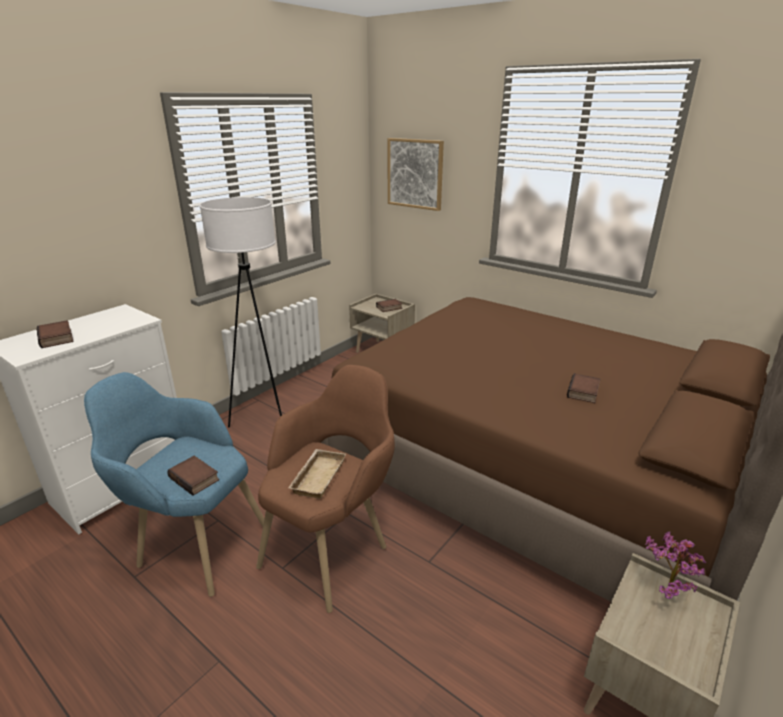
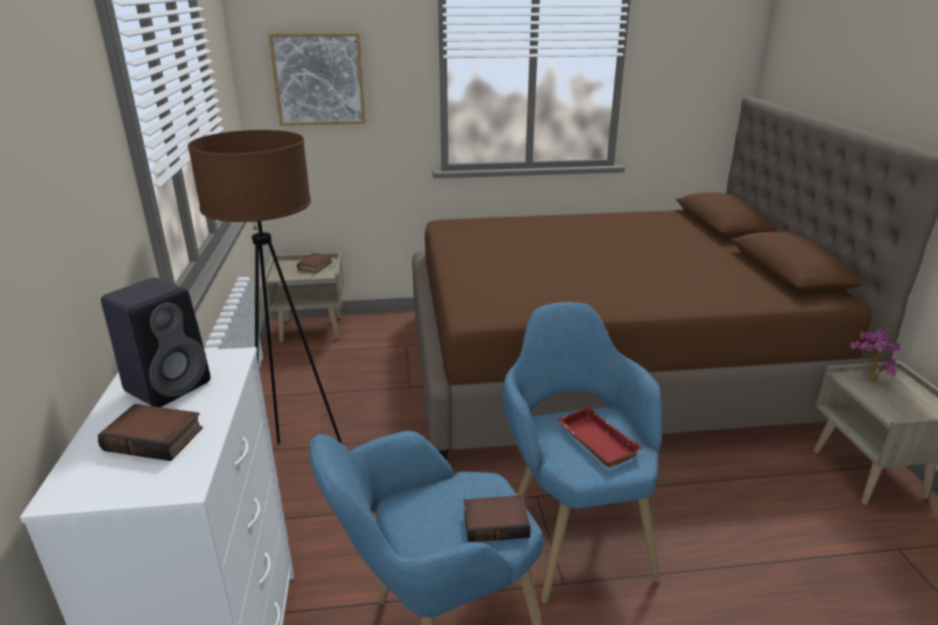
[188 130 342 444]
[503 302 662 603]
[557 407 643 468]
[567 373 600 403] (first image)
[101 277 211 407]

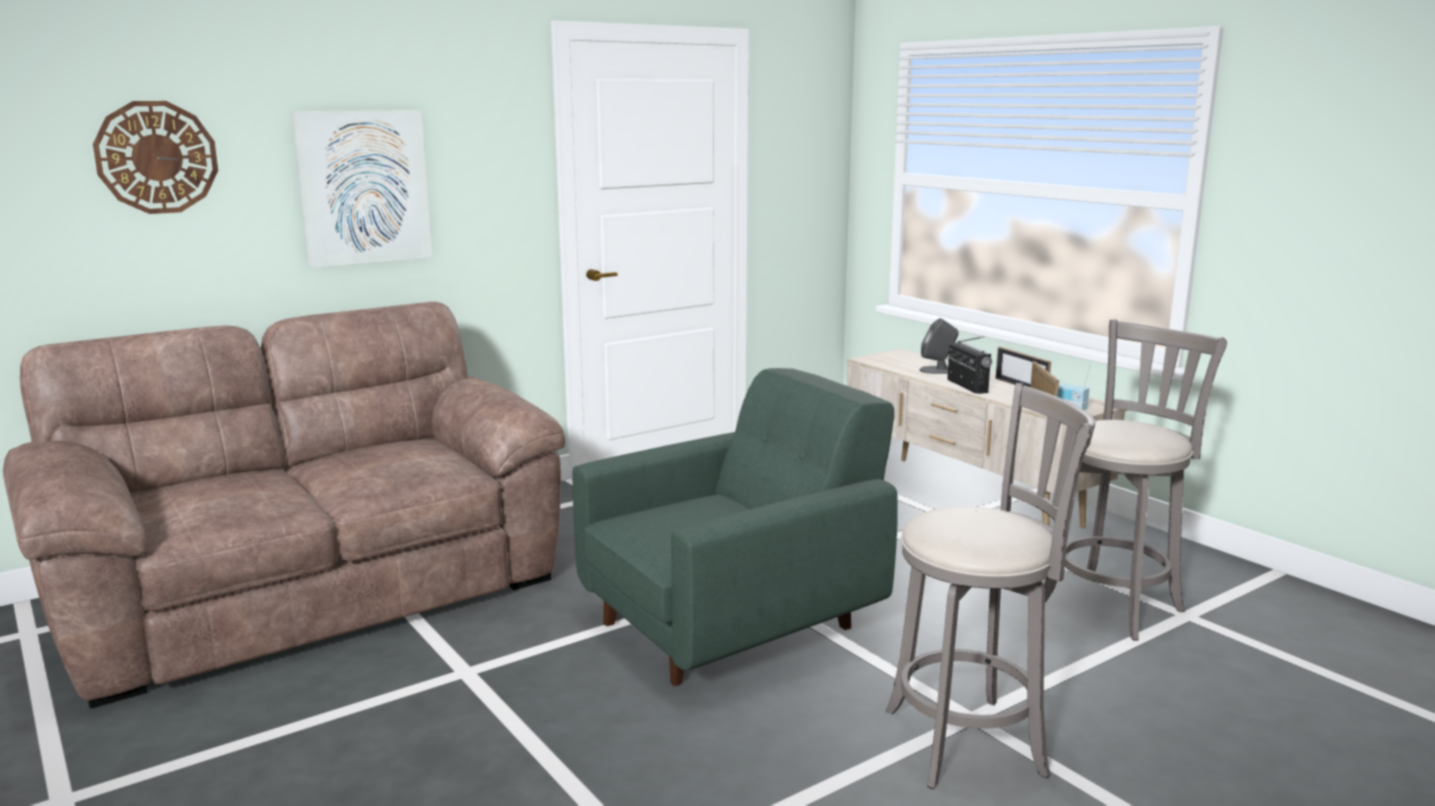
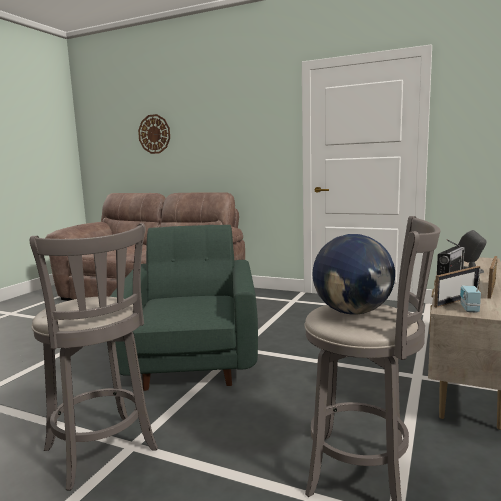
[292 110 432 268] (first image)
[110 225 258 391]
[312 234 395 315]

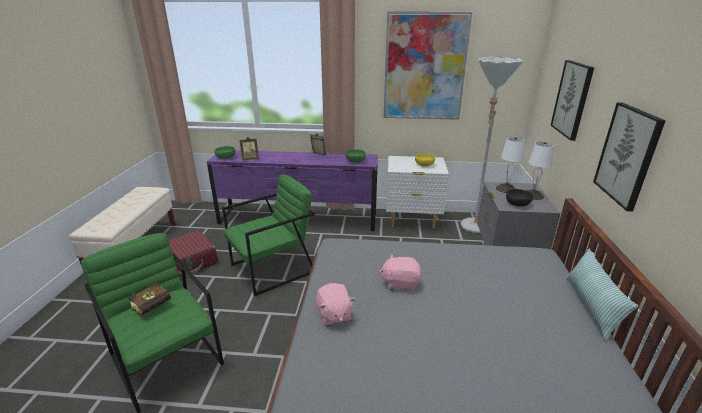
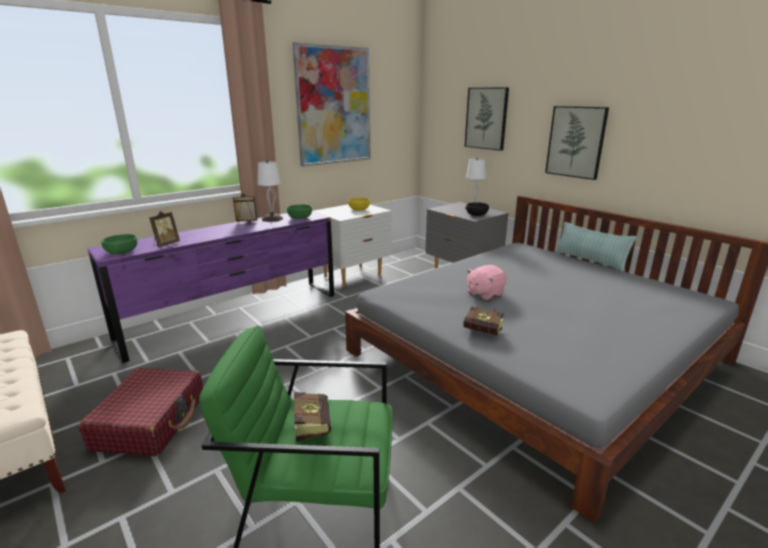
[222 175 315 296] (first image)
[463 305 510 336]
[460 57 523 233] (first image)
[258 160 283 222]

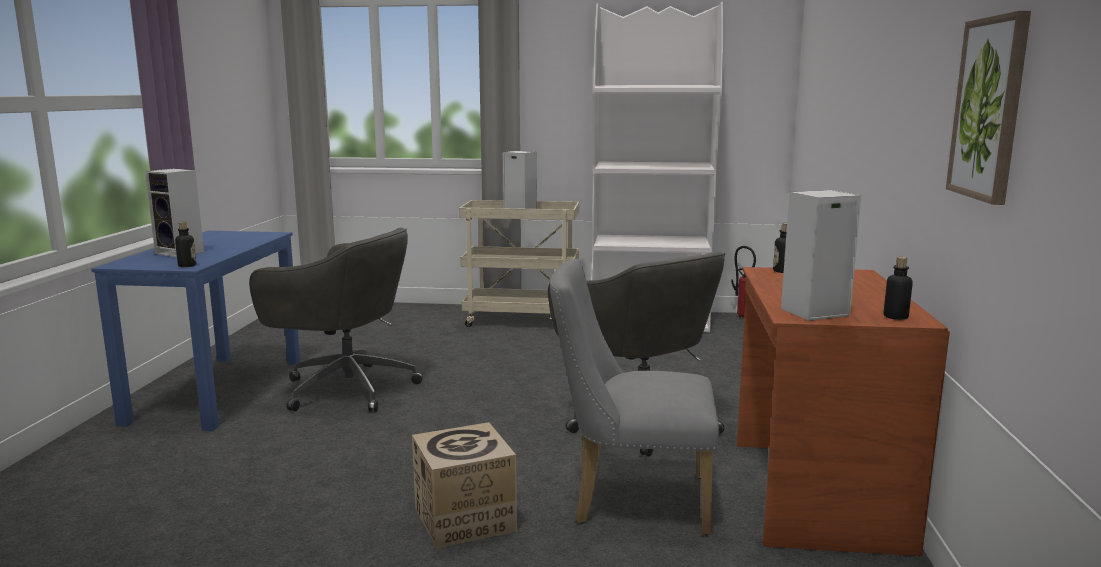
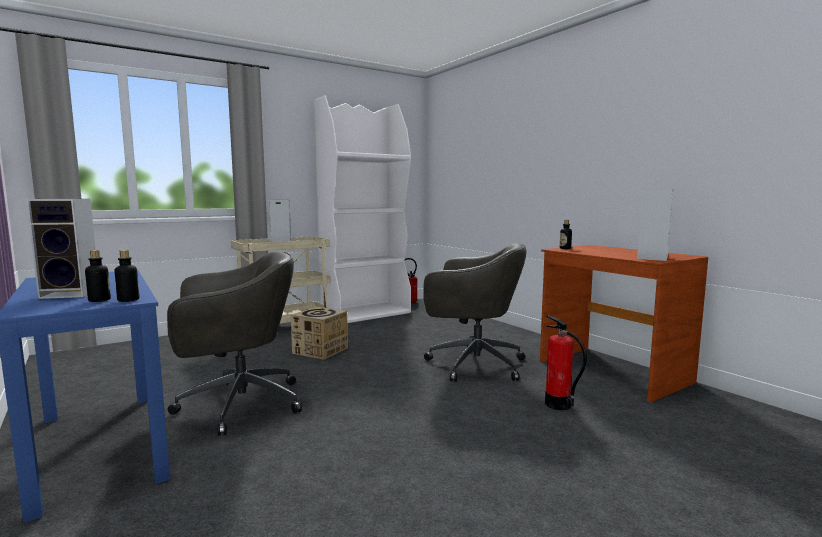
[291 307 348 360]
[545 315 587 410]
[85 250 111 302]
[946 11 1031 205] (first image)

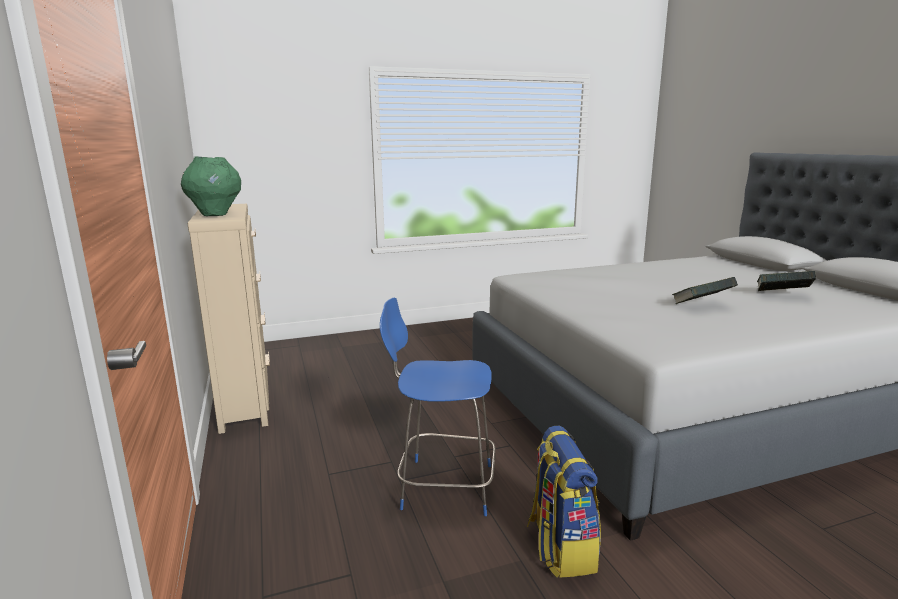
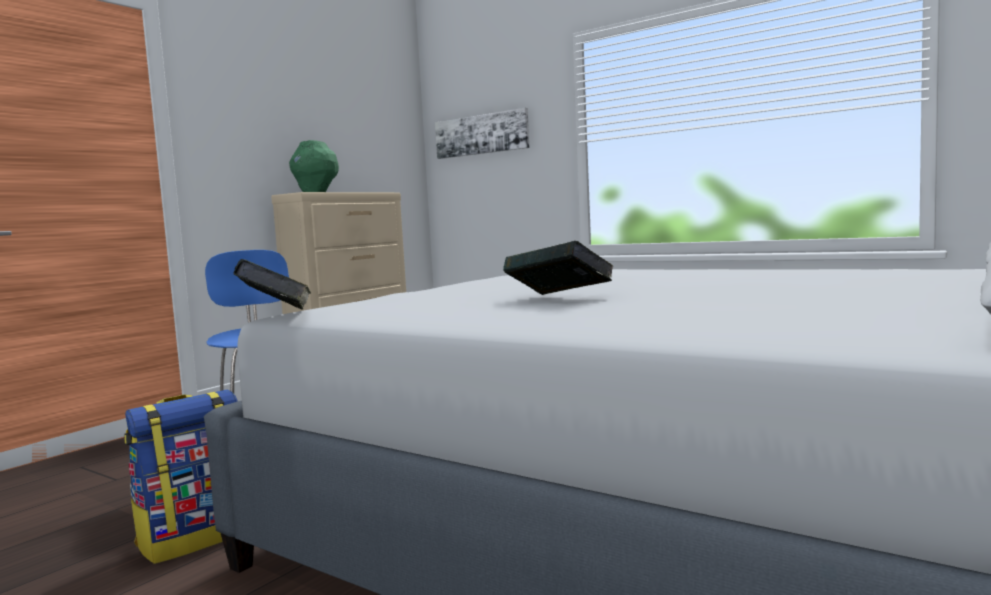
[233 259 311 310]
[435 108 529 159]

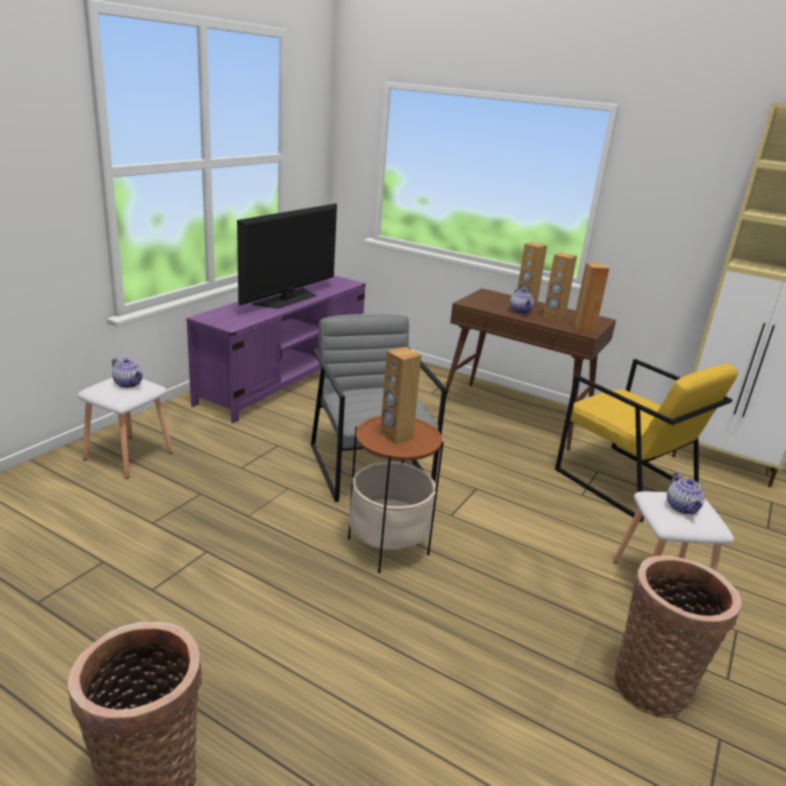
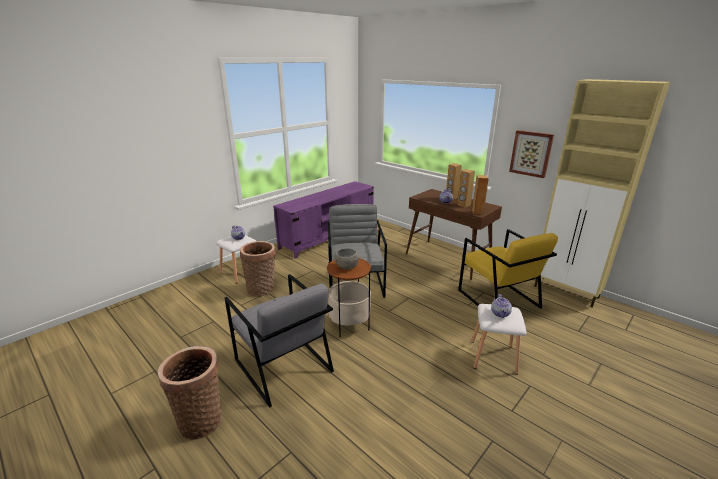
[237 204 337 309] (first image)
[335 248 359 270]
[240 241 276 296]
[224 274 334 408]
[509 130 554 178]

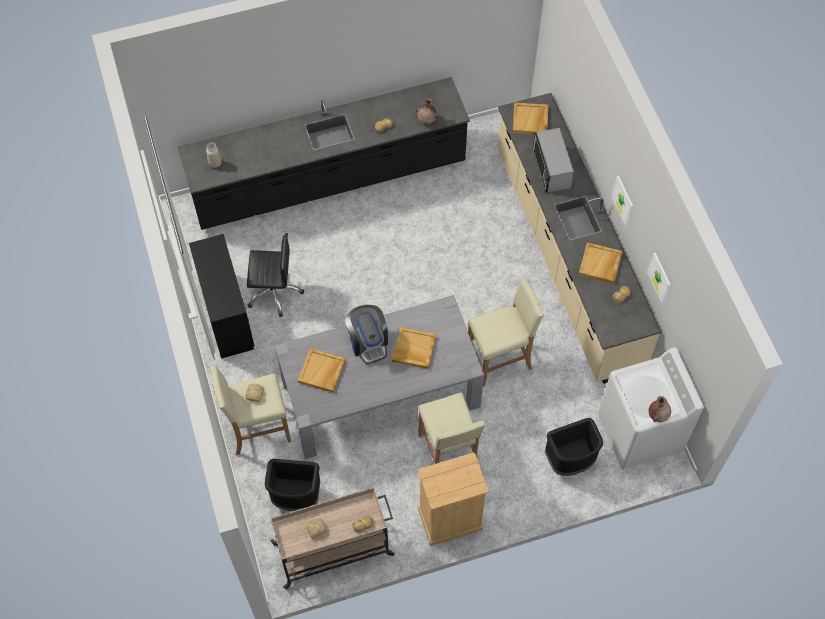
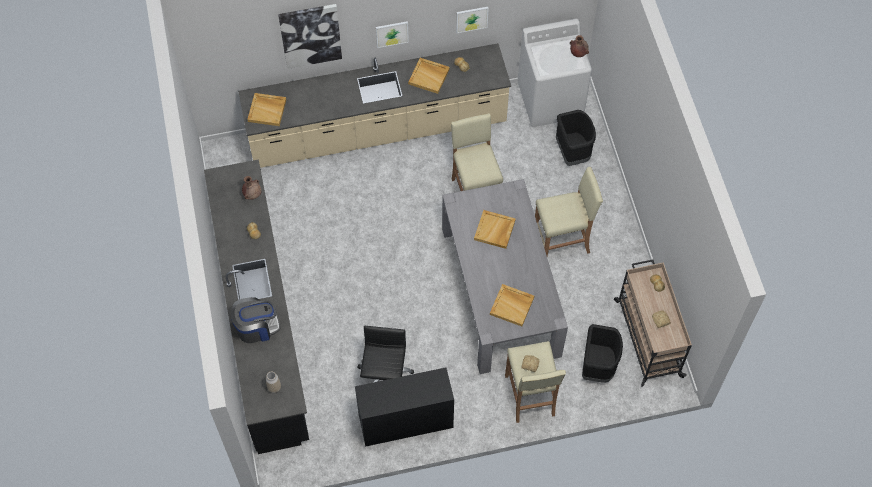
[231 297 280 343]
[418 452 489 546] (first image)
[532 128 574 192] (first image)
[278 4 342 69]

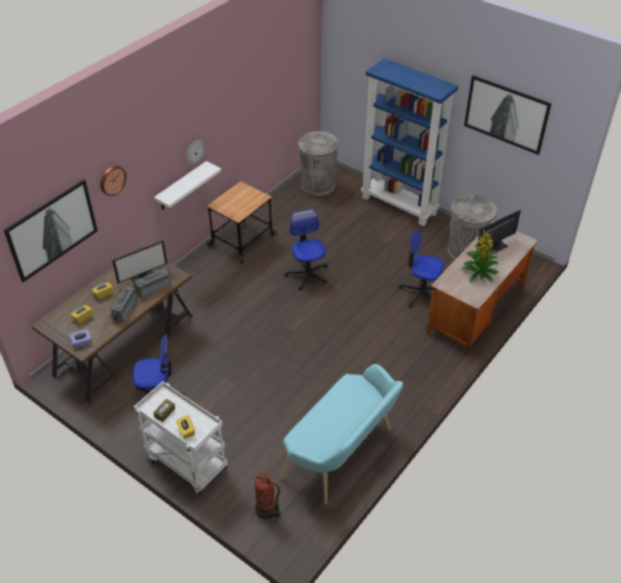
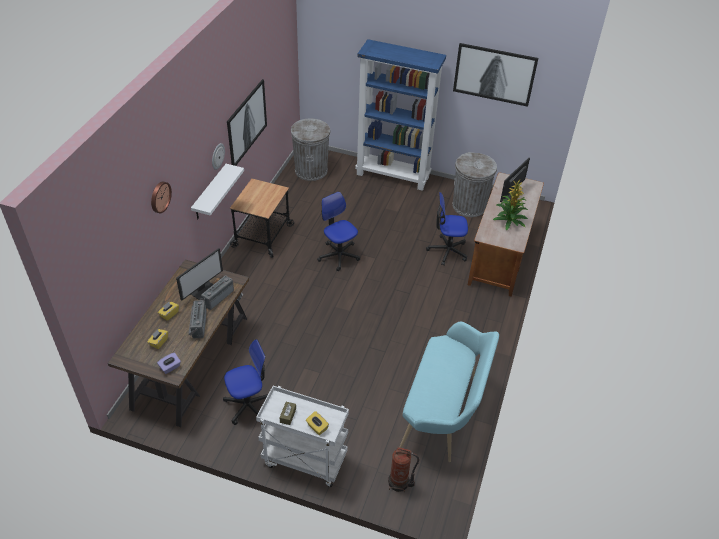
[227 79 267 166]

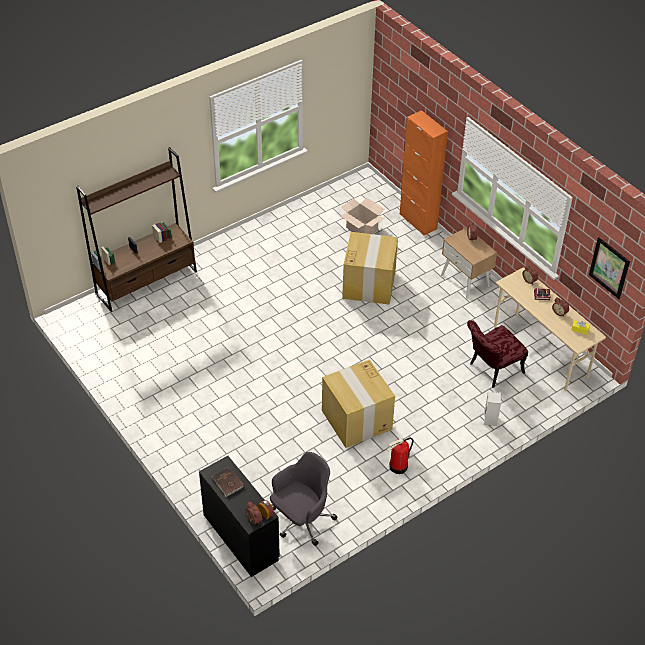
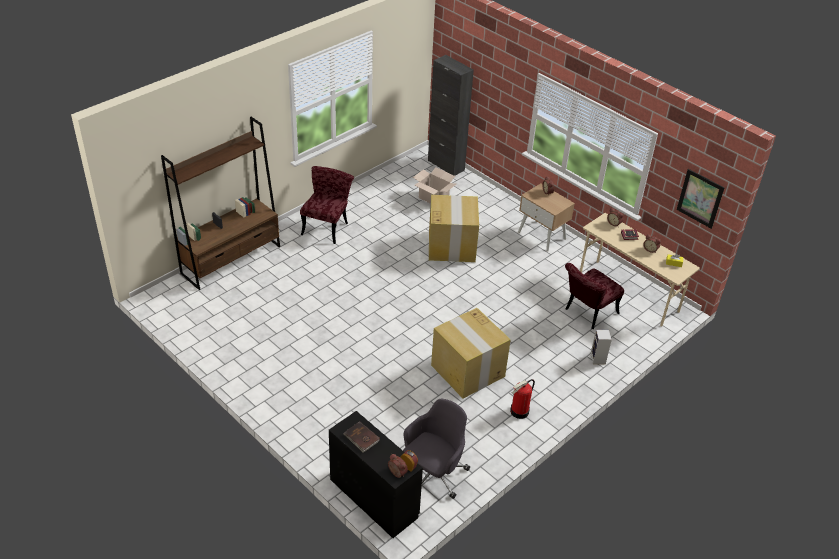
[400 110 448 236] (first image)
[300 166 354 244]
[428 55 474 176]

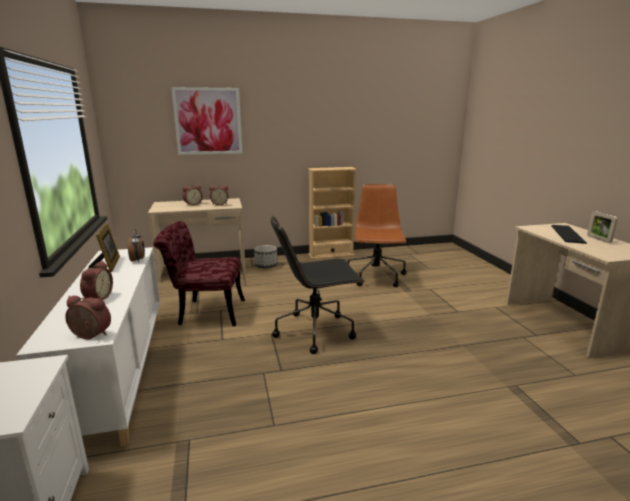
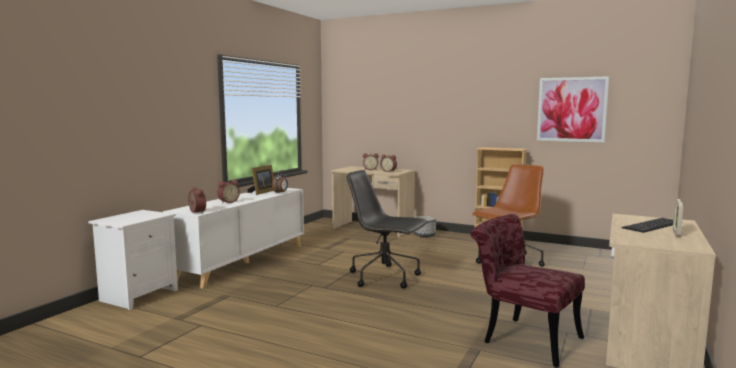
[471 214 585 368]
[537 76 609 142]

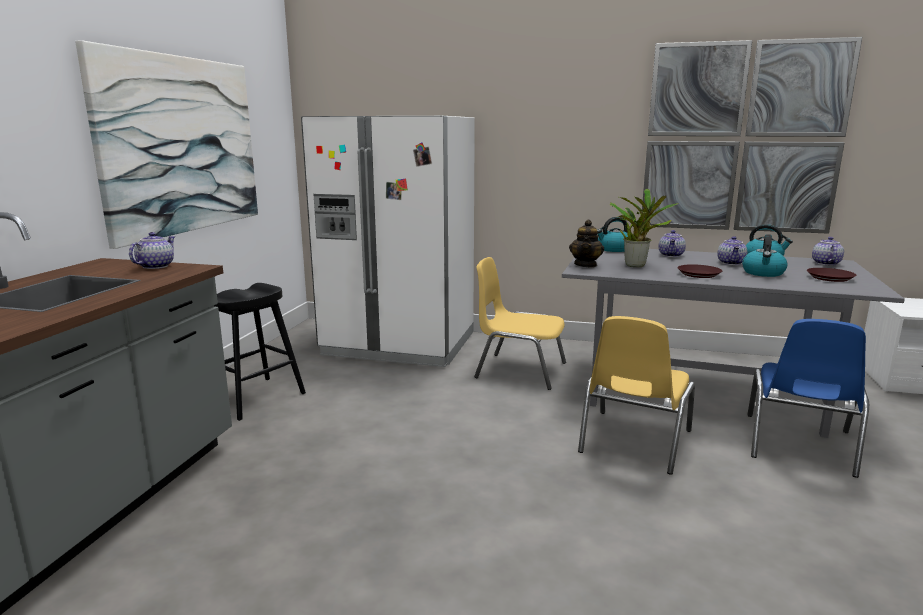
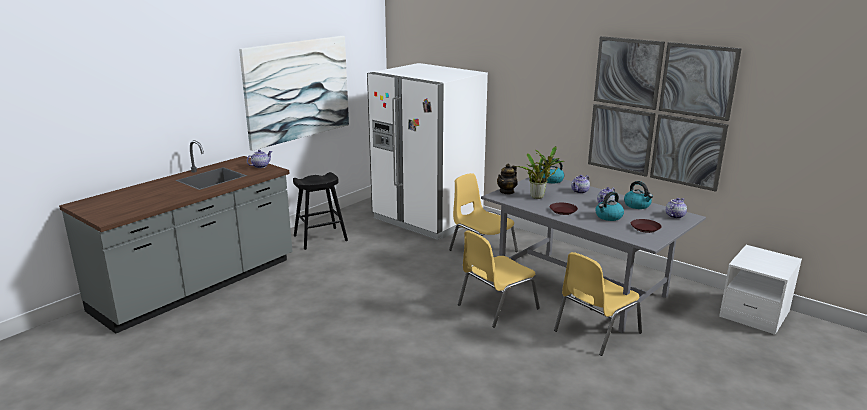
[554 252 642 356]

